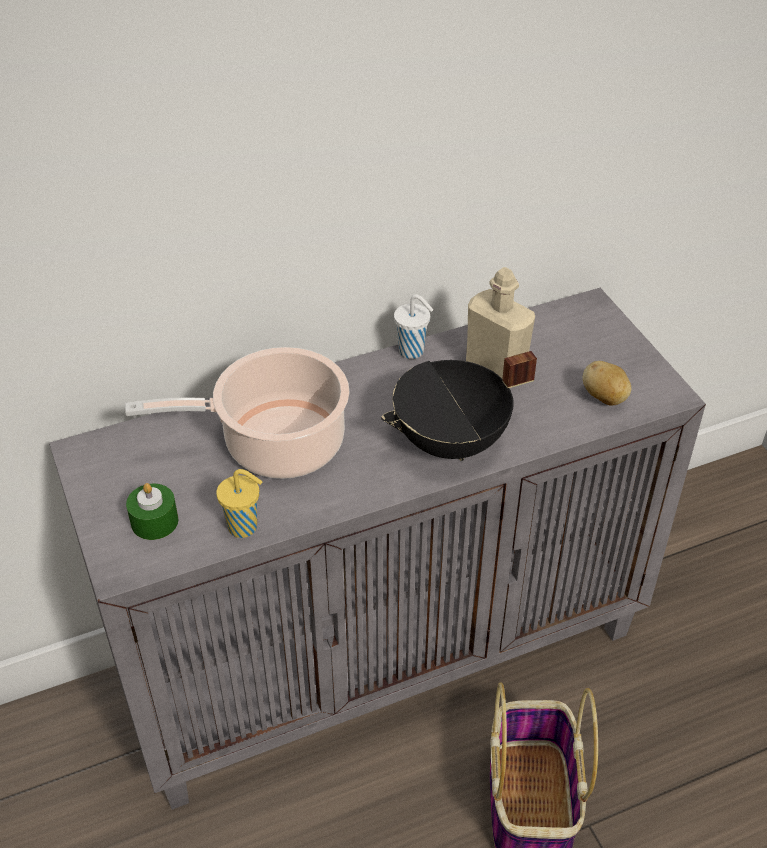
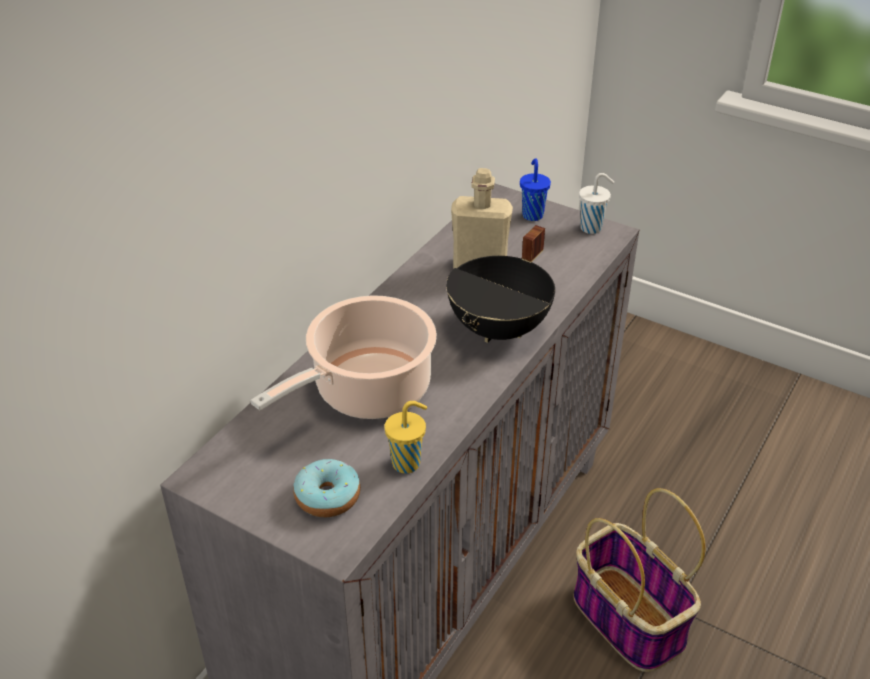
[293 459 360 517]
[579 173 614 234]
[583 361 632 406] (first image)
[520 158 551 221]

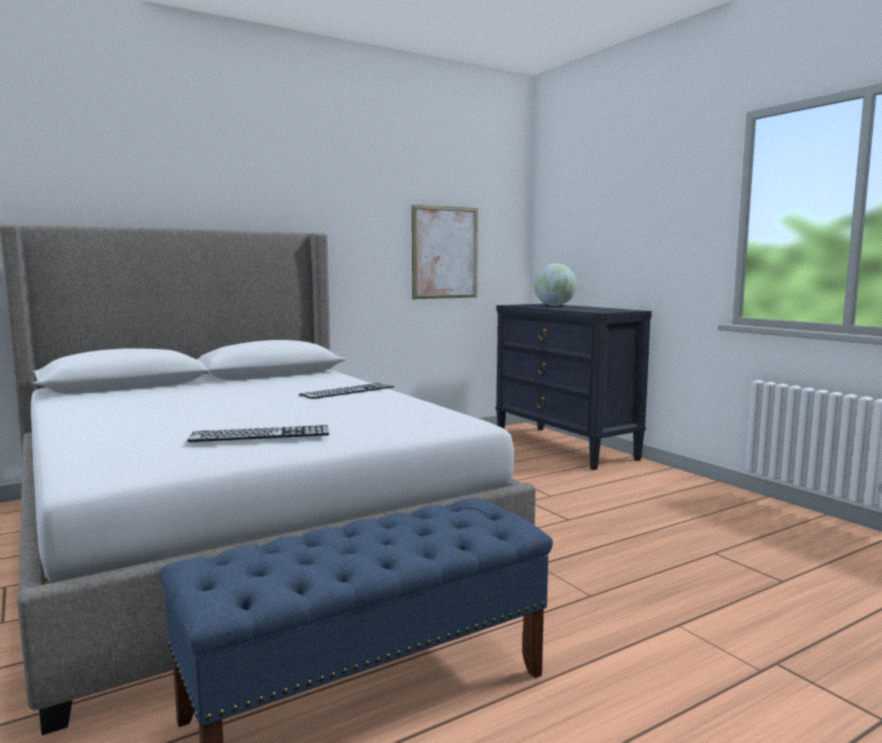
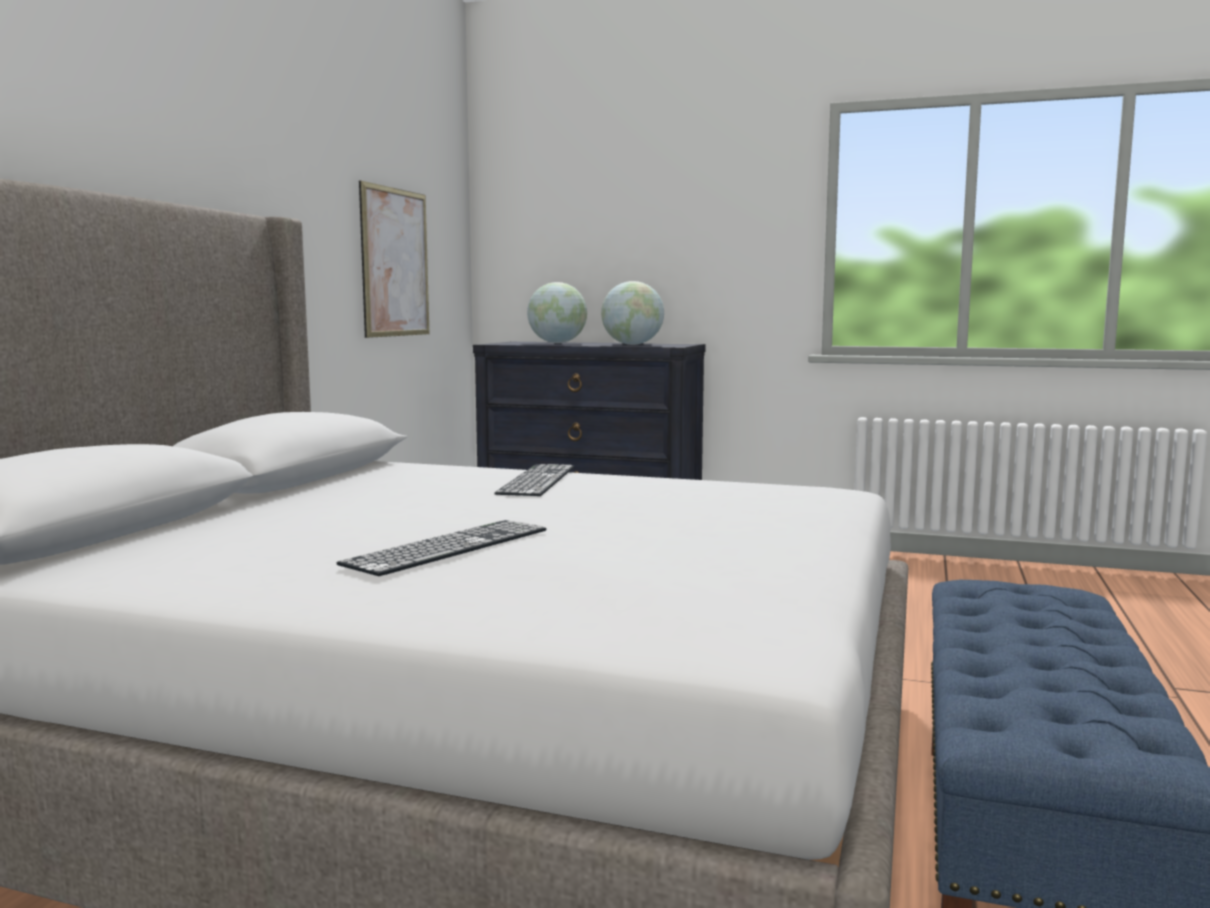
[337 520 546 576]
[601 281 664 345]

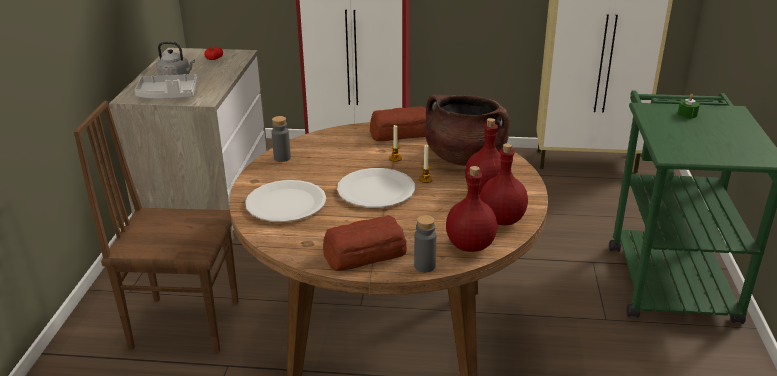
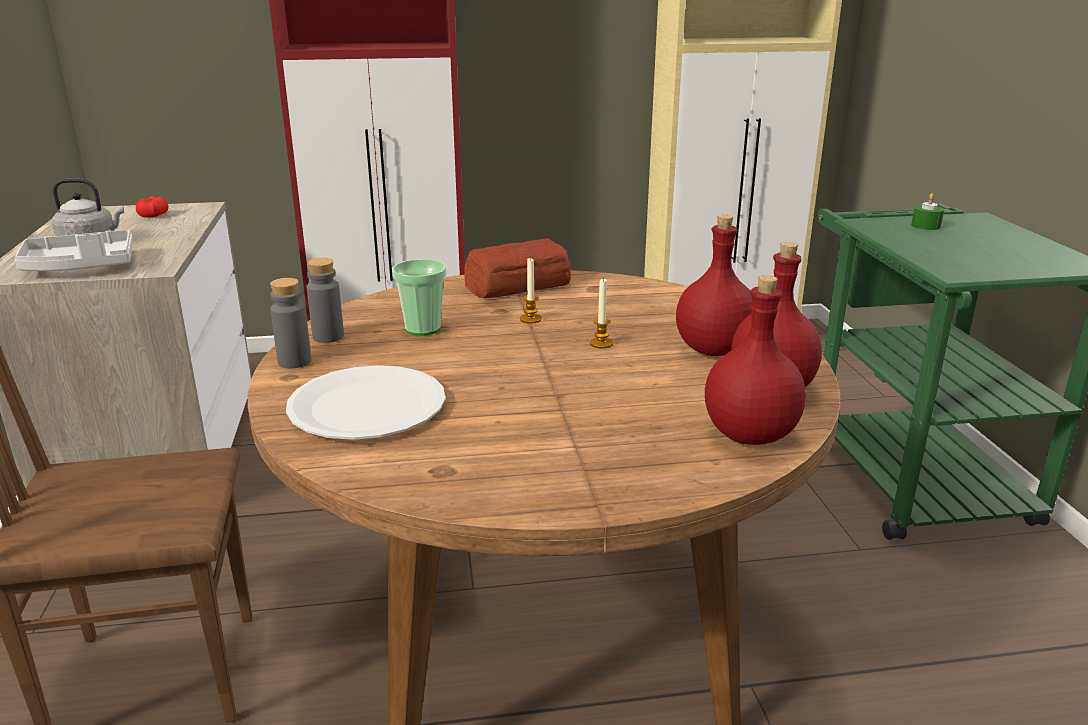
[323 215 407 271] (first image)
[337 168 415 208] (first image)
[270 278 311 368]
[425 94 509 166] (first image)
[392 259 446 336]

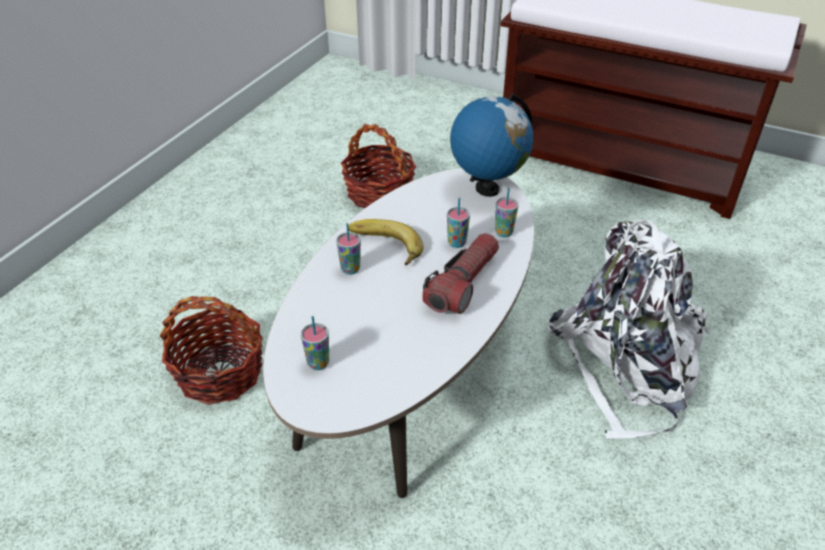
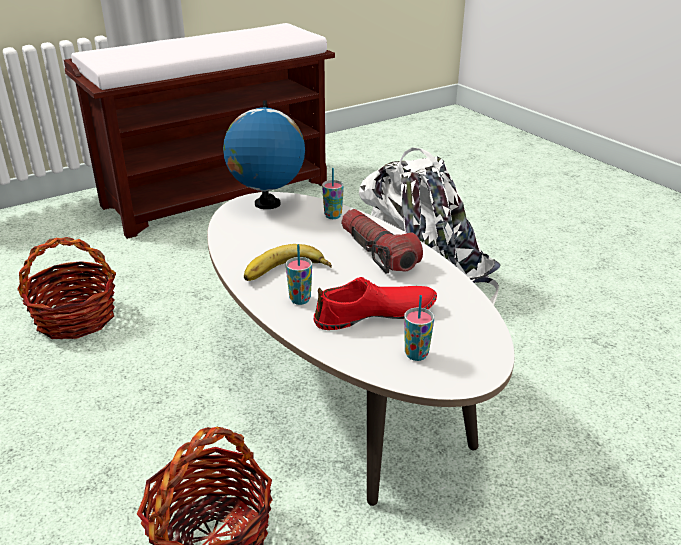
[447 198 470 248] (first image)
[314 277 437 330]

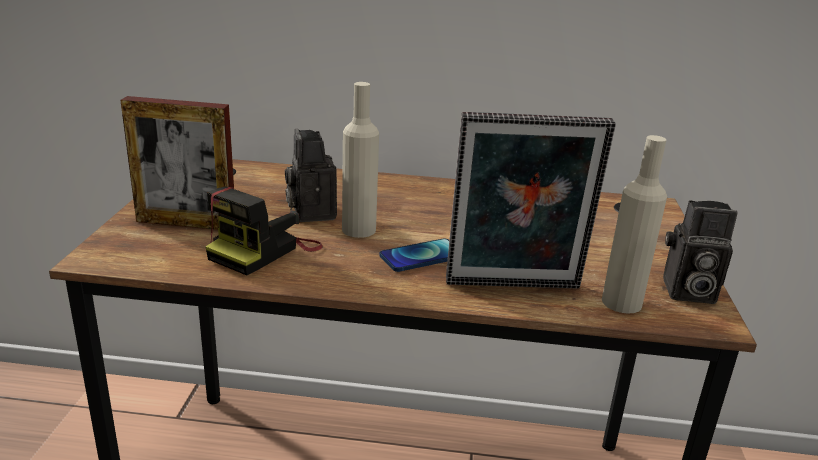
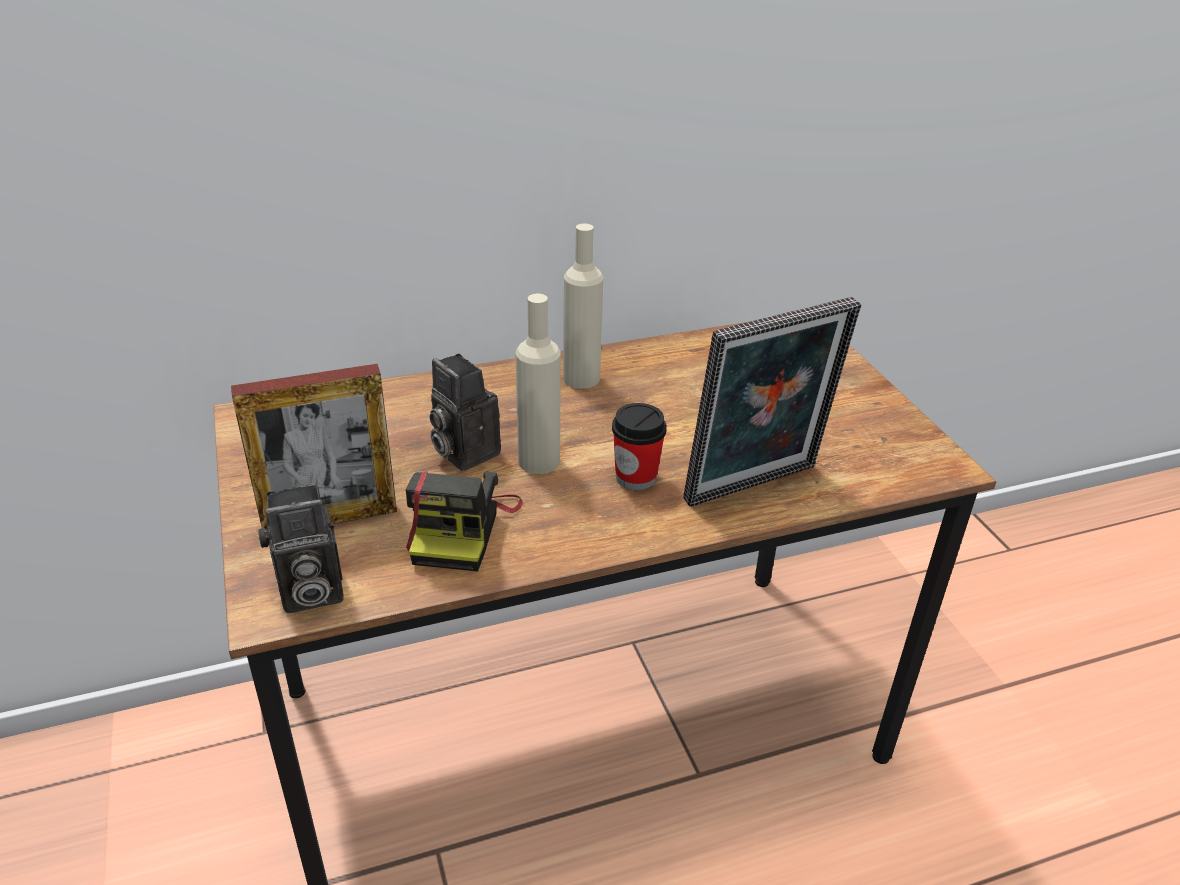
[612 403 667 490]
[563 224 603 389]
[258 484 343 613]

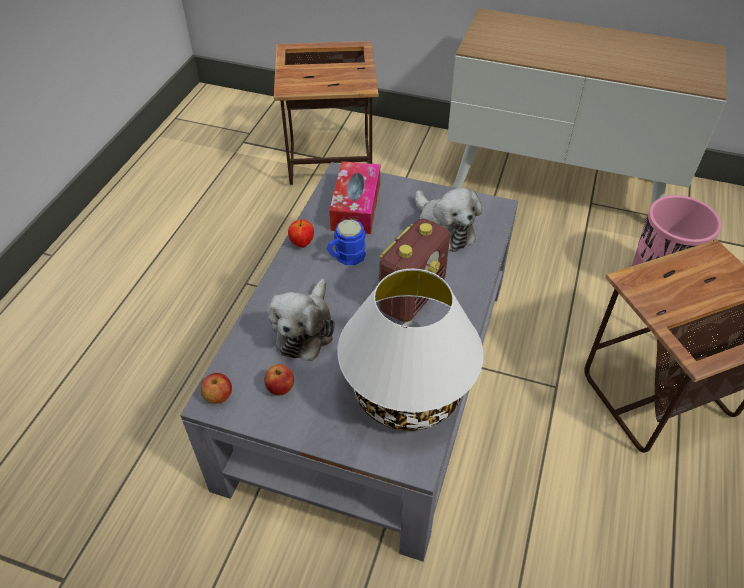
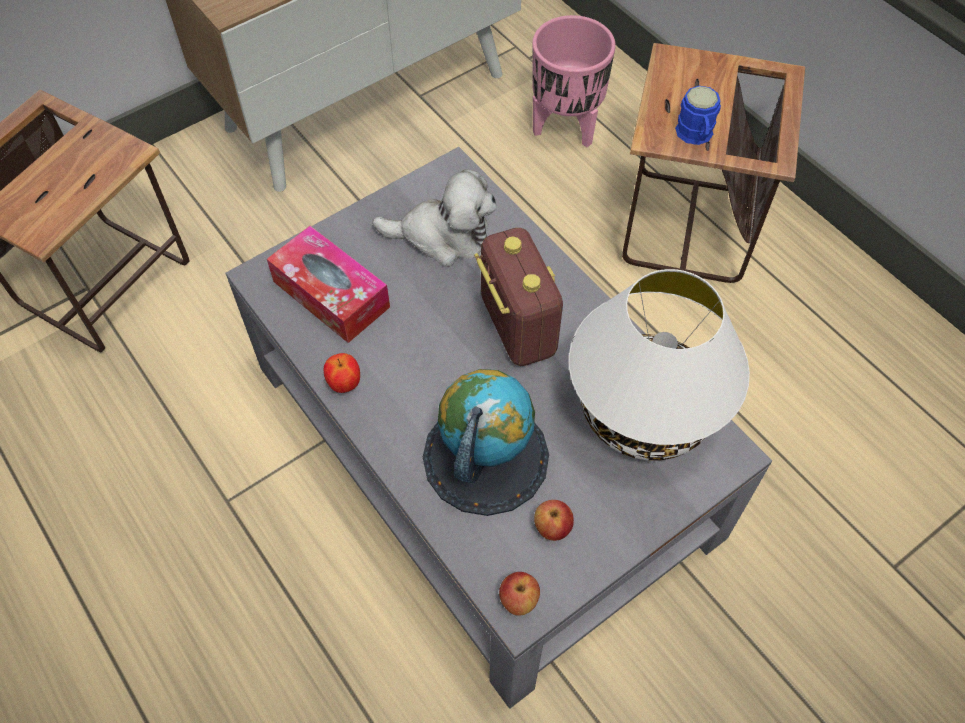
[423 369 549 516]
[675 86 721 145]

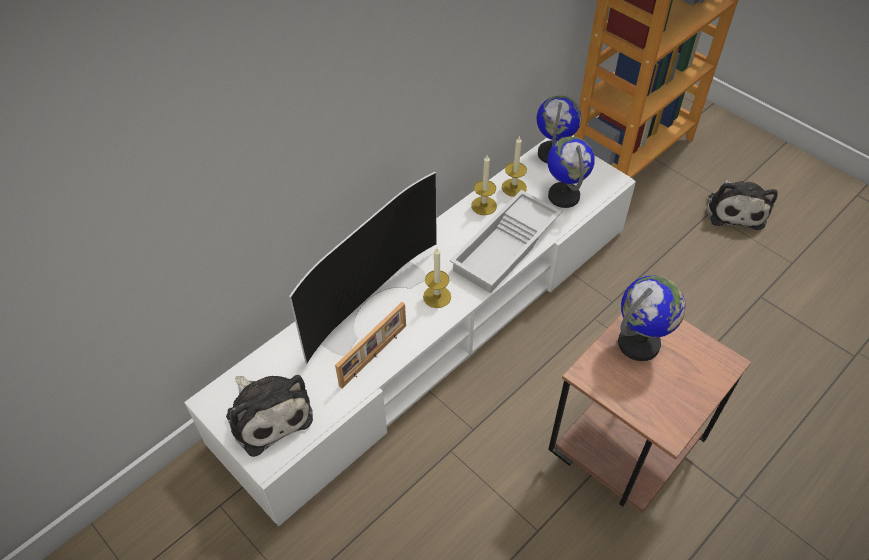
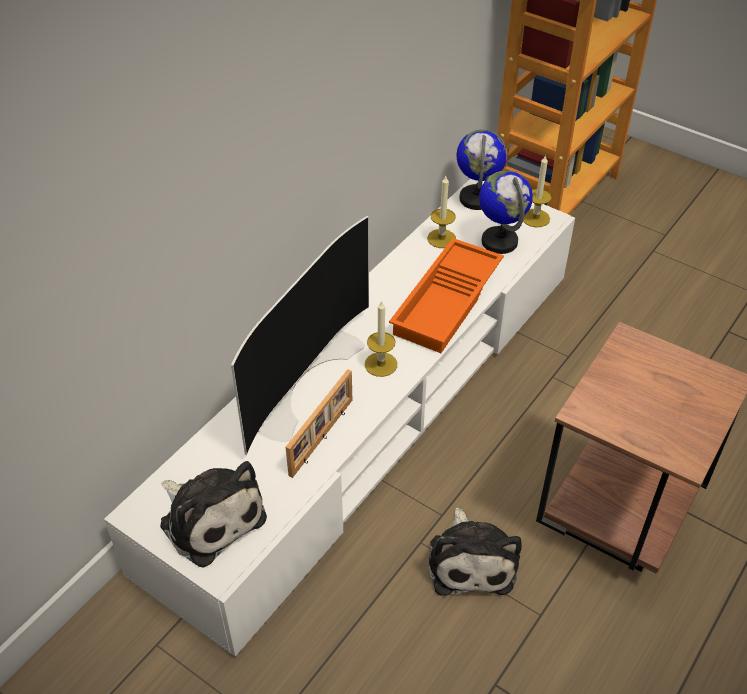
[389 238 504 353]
[523 155 552 227]
[618 275 686 361] (first image)
[429 508 522 596]

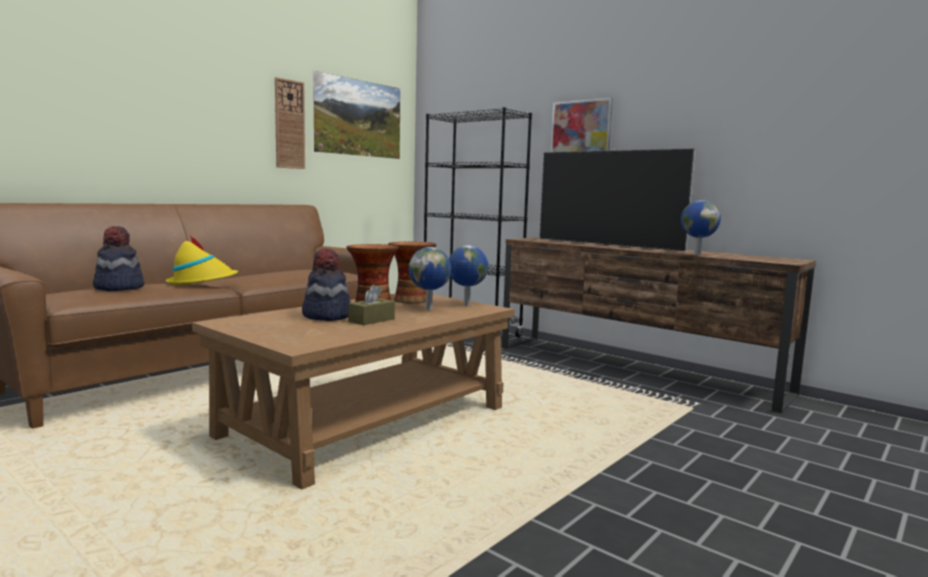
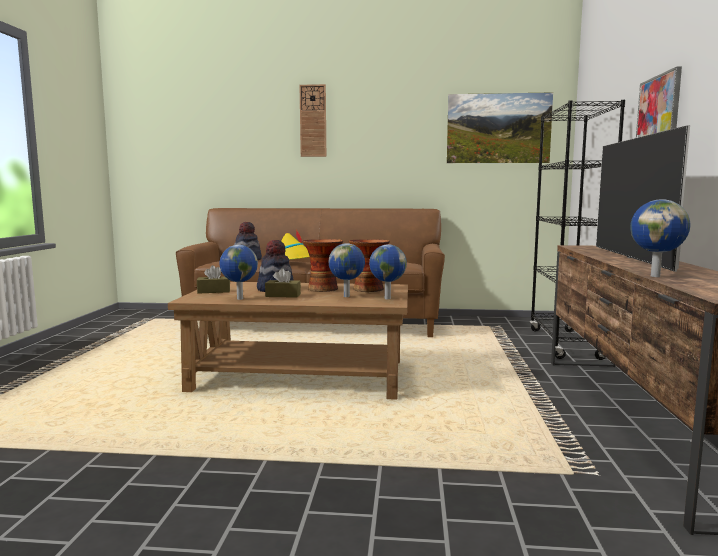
[299 84 326 157]
[197 265 230 293]
[220 245 258 300]

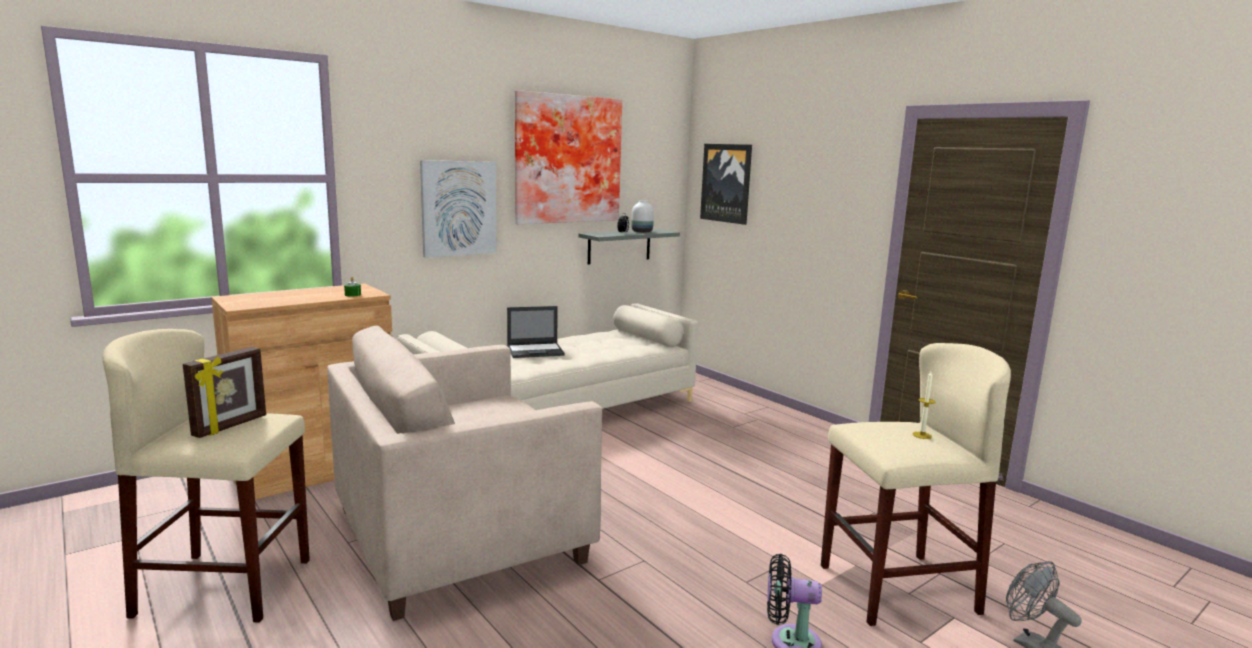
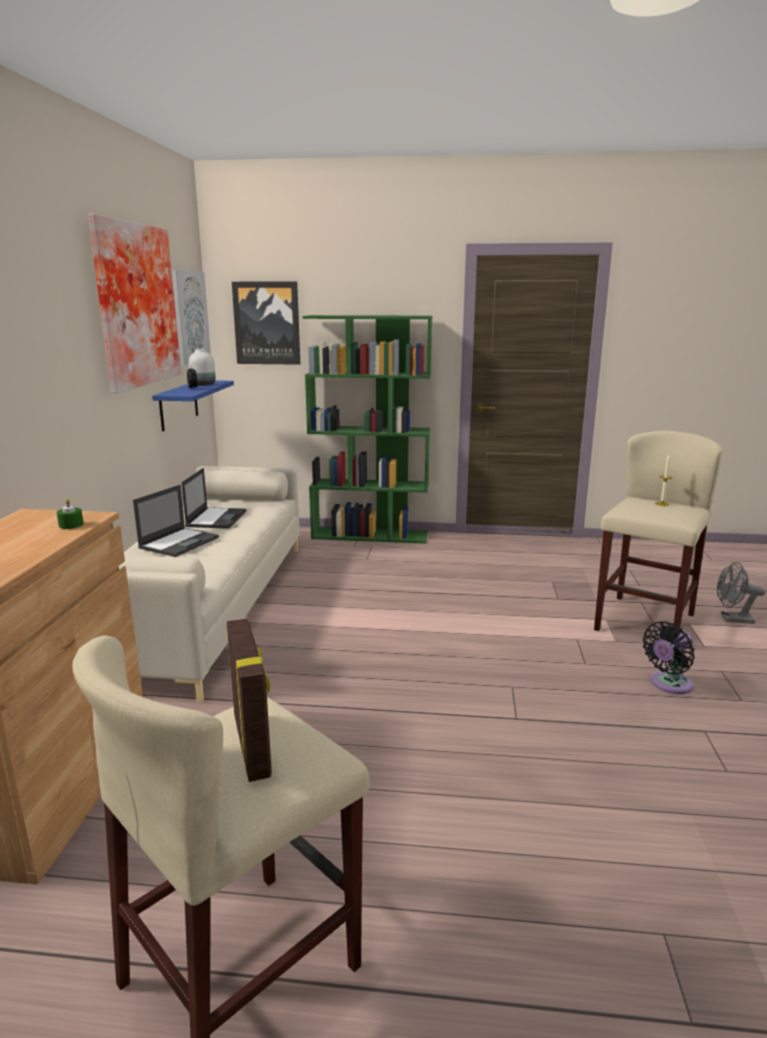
[327 326 602 621] (first image)
[172 270 211 366]
[152 380 234 431]
[181 468 247 529]
[303 315 433 544]

